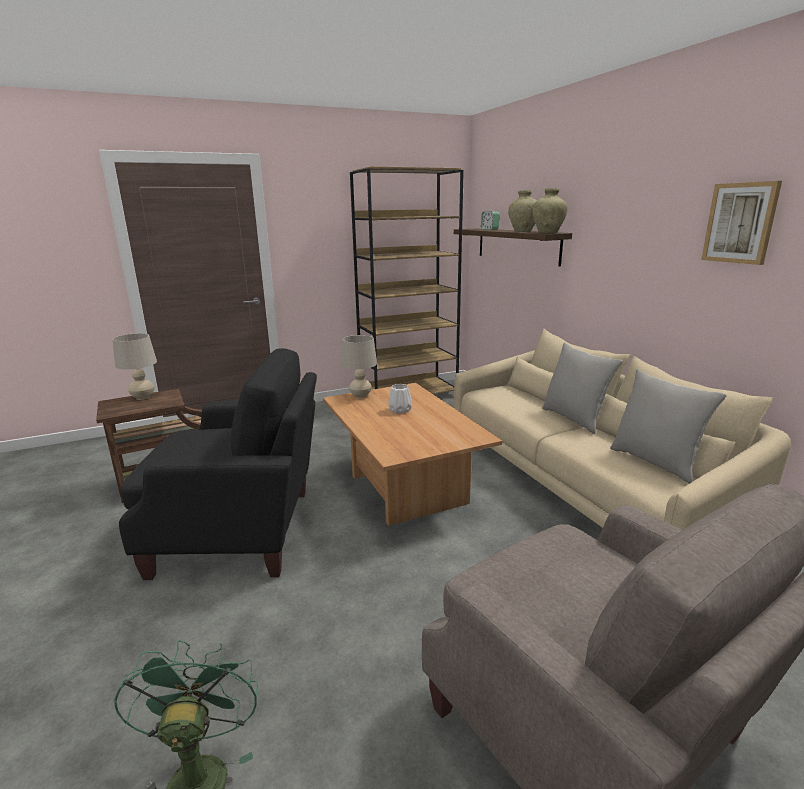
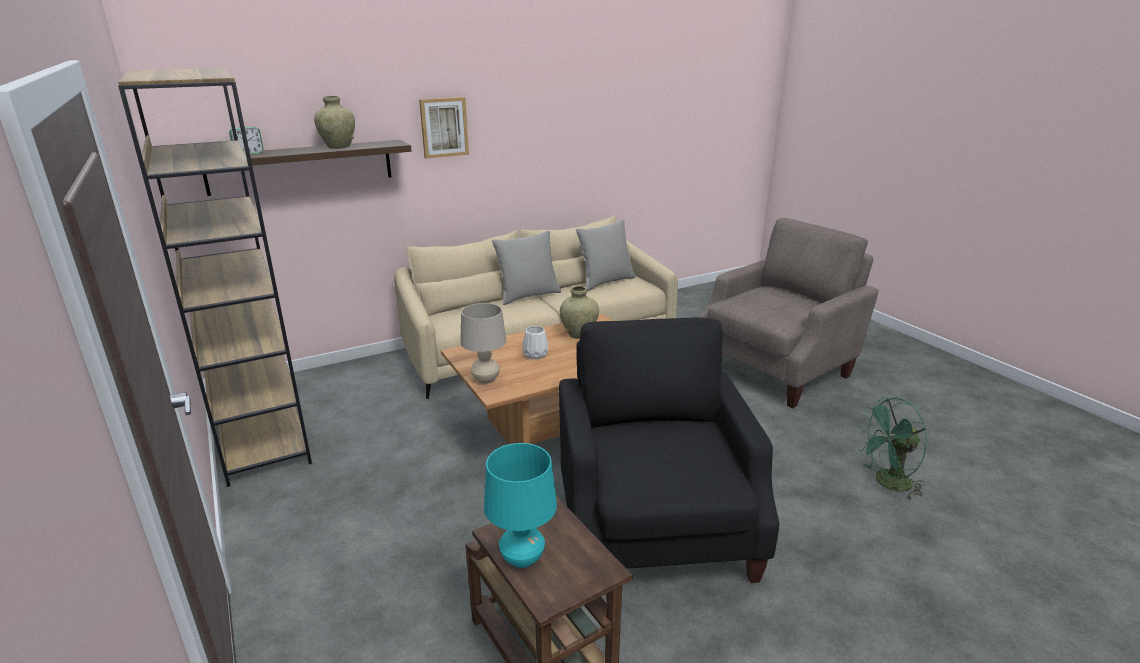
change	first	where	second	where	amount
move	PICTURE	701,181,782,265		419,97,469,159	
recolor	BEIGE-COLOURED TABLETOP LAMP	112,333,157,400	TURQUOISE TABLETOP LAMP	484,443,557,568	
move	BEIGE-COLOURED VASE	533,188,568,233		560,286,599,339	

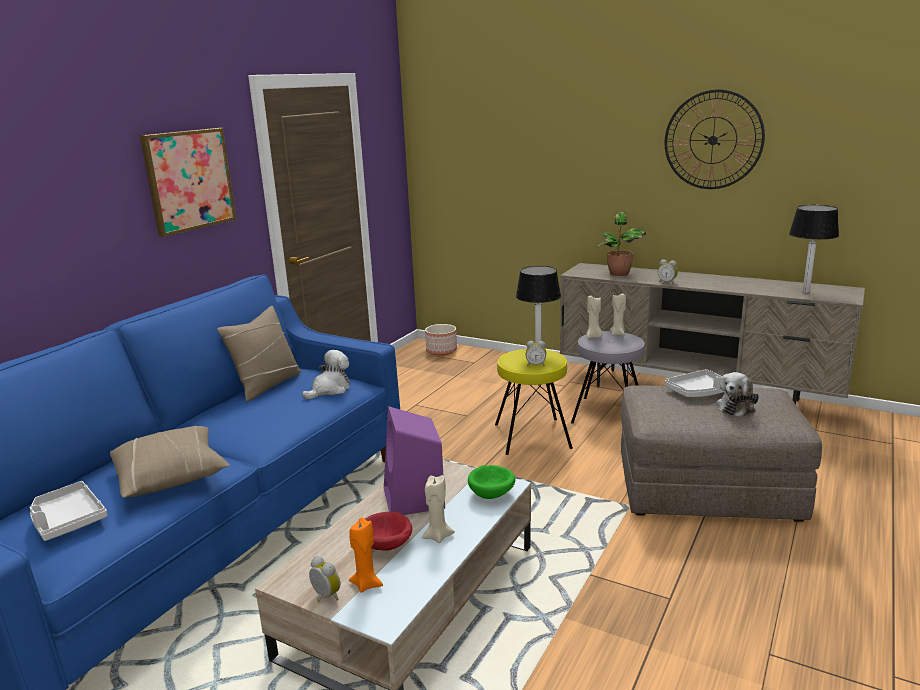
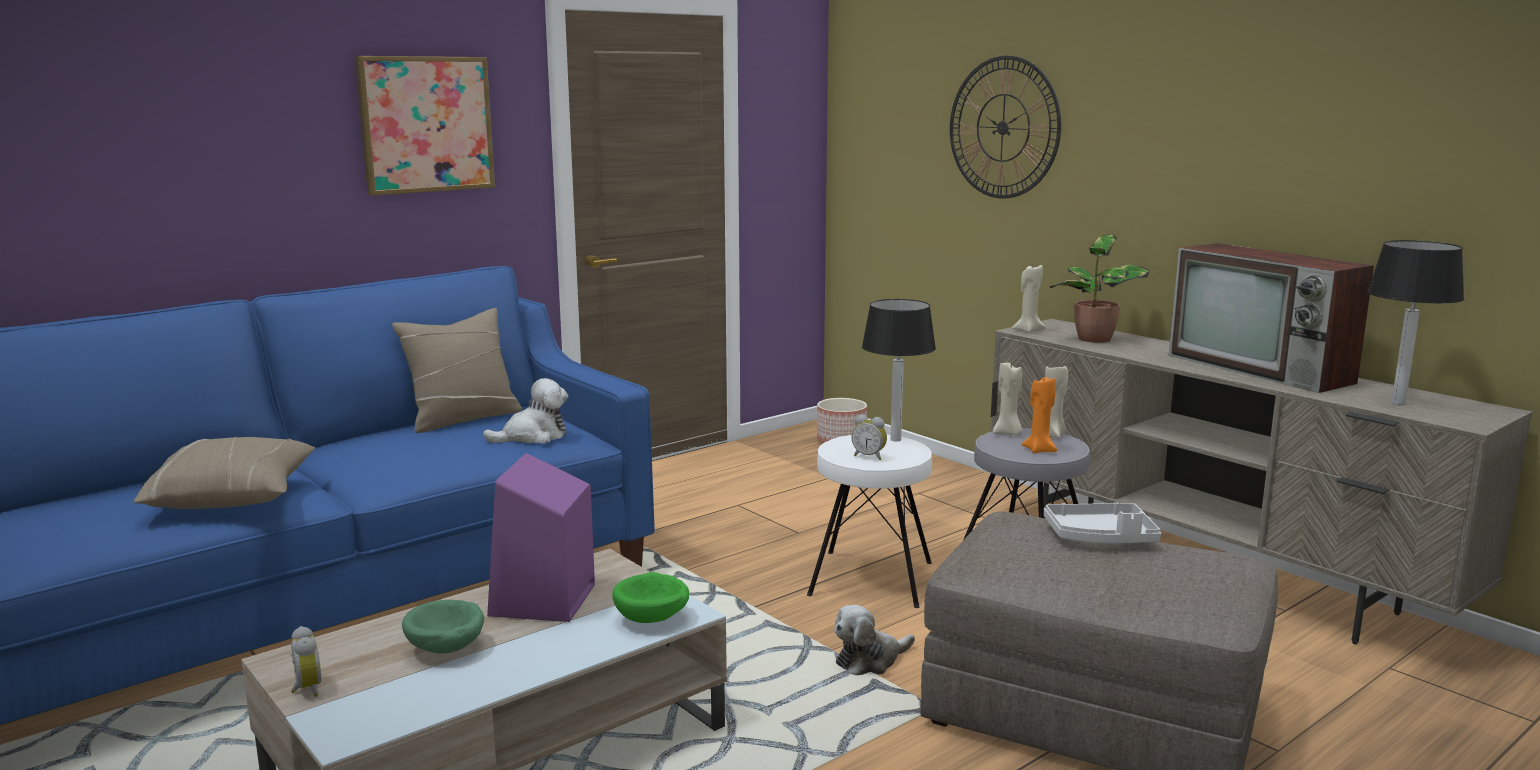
change	first	where	second	where	amount
recolor	RED SERVING BOWL	365,511,412,551	GREENISH SERVING BOWL	402,600,484,653	
recolor	YELLOW-COLOURED SITTING STOOL	495,349,573,455	WHITE-COLOURED SITTING STOOL	807,435,932,608	
move	SOFT TOY	716,372,759,417		834,605,915,675	
move	CLOCK ON THE WALL	665,89,765,189		950,56,1061,199	
move	BEIGE-COLOURED CANDLE	422,475,455,543		1012,263,1046,333	
move	ORANGE-COLOURED CANDLE	349,518,383,593		1021,377,1057,453	
insert			TV	1169,243,1374,393	
delete	GRAY TRAY	29,481,108,541			
delete	ALARM CLOCK	658,259,678,284			

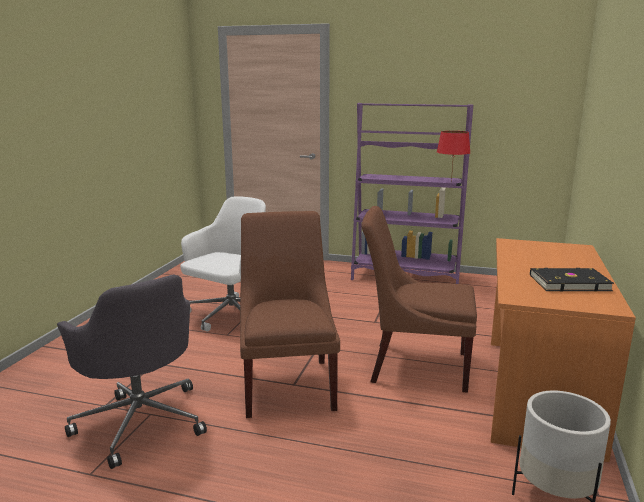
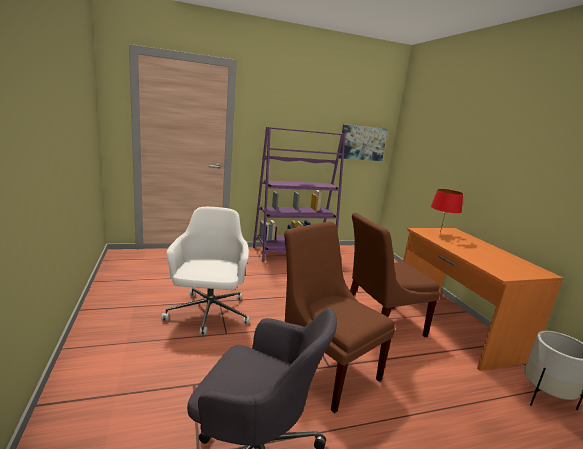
change	first	where	second	where	amount
insert			PICTURE	339,125,388,161	
move	RED TABLETOP LAMP	437,131,470,182		431,189,463,233	
delete	BLACK BOOK	530,268,614,292			

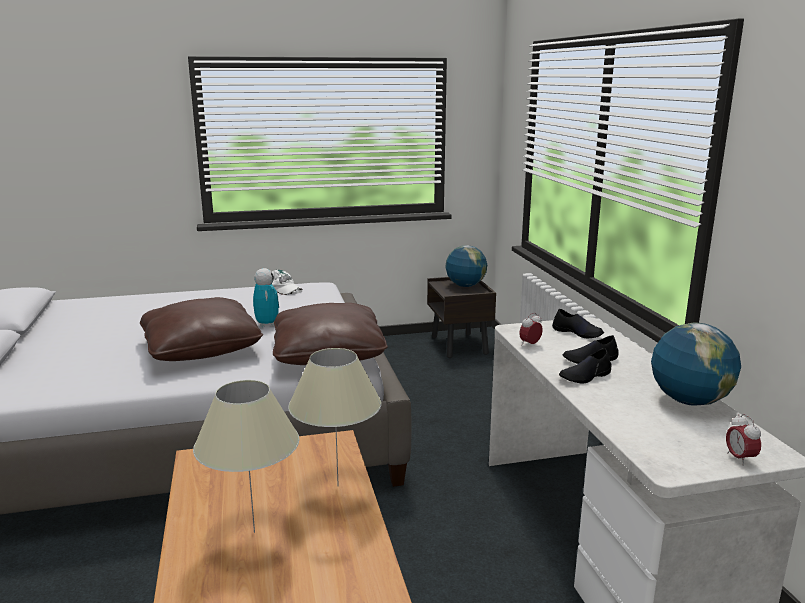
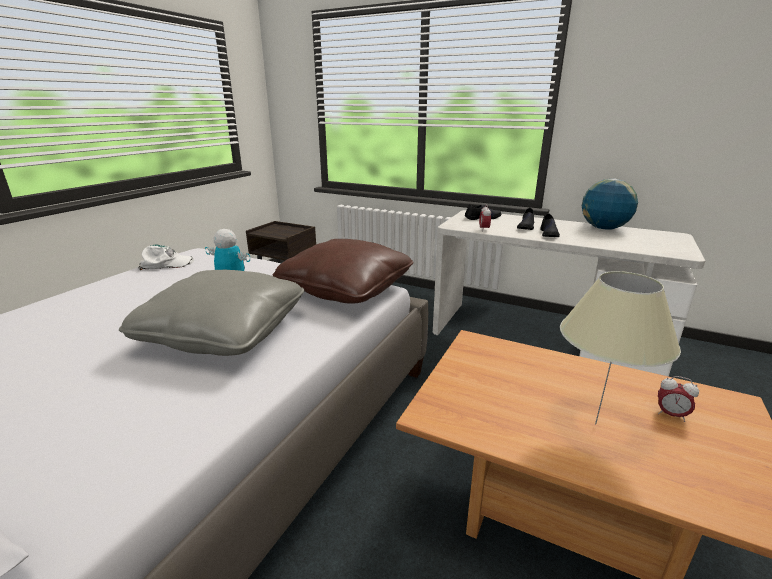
change	first	where	second	where	amount
recolor	BROWN-COLOURED PILLOW	140,297,263,361	GRAY PILLOW	119,270,305,356	
move	ALARM CLOCK	726,414,761,466		658,376,699,422	
delete	BEIGE-COLOURED TABLETOP LAMP	288,348,382,486			
delete	GLOBE	445,245,487,287			

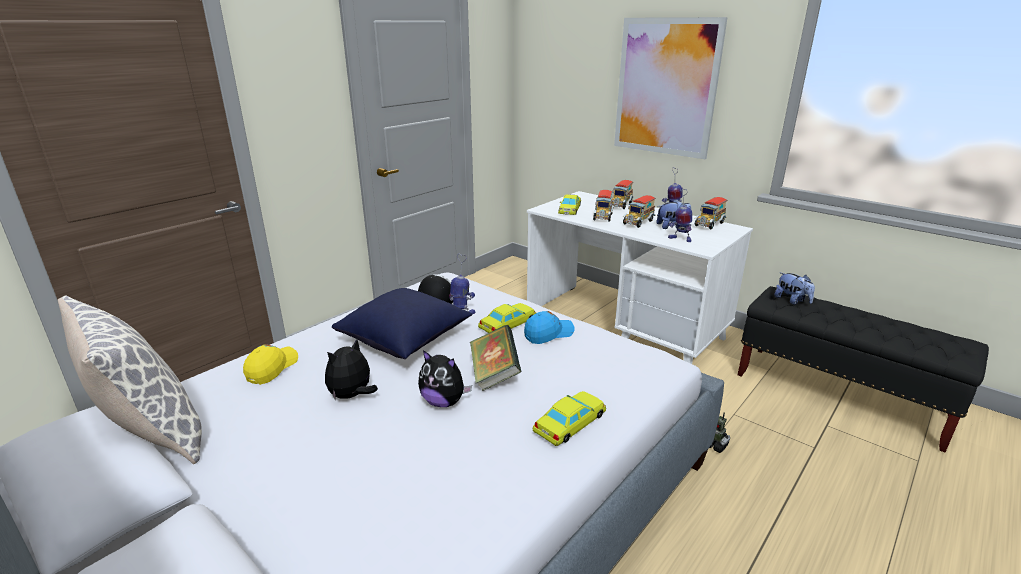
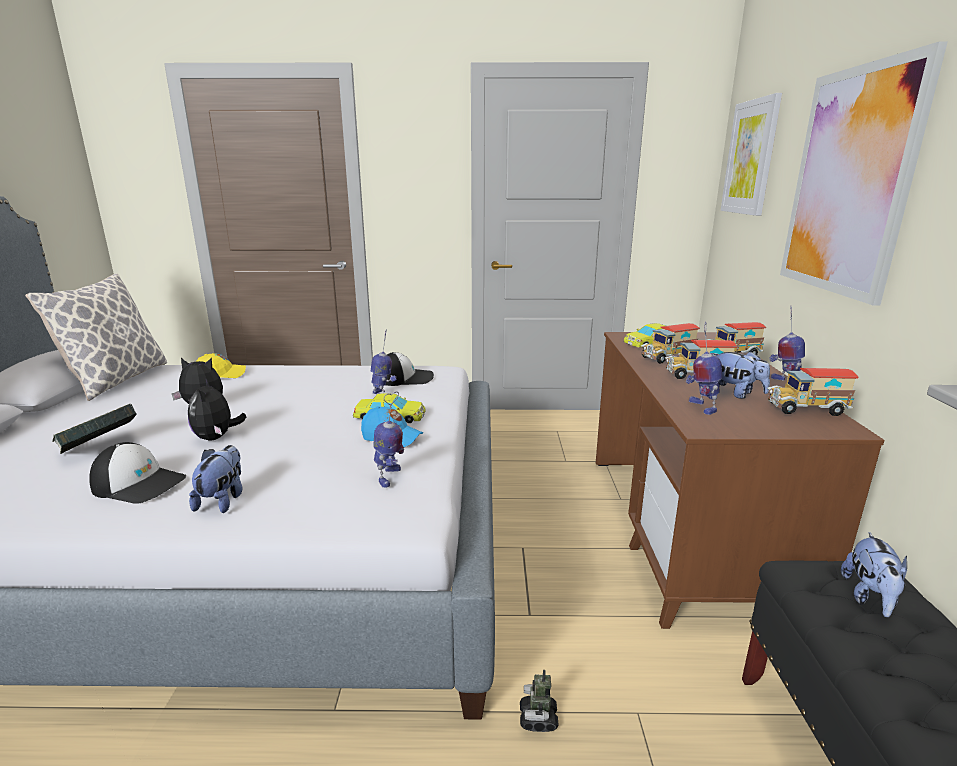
change	first	where	second	where	amount
move	BOOK	470,325,521,391		53,404,137,454	
insert			BASEBALL CAP	89,442,186,504	
replace	YELLOW-COLOURED TOY CAR	533,391,606,446	SOFT TOY	189,445,242,513	
insert			TOY ROBOT	373,391,404,488	
recolor	WHITE-COLOURED DESK TABLE	527,191,753,364	BROWN-COLOURED DESK TABLE	596,332,885,629	
insert			PICTURE	721,93,782,216	
delete	BLUISH PILLOW	332,288,473,359			

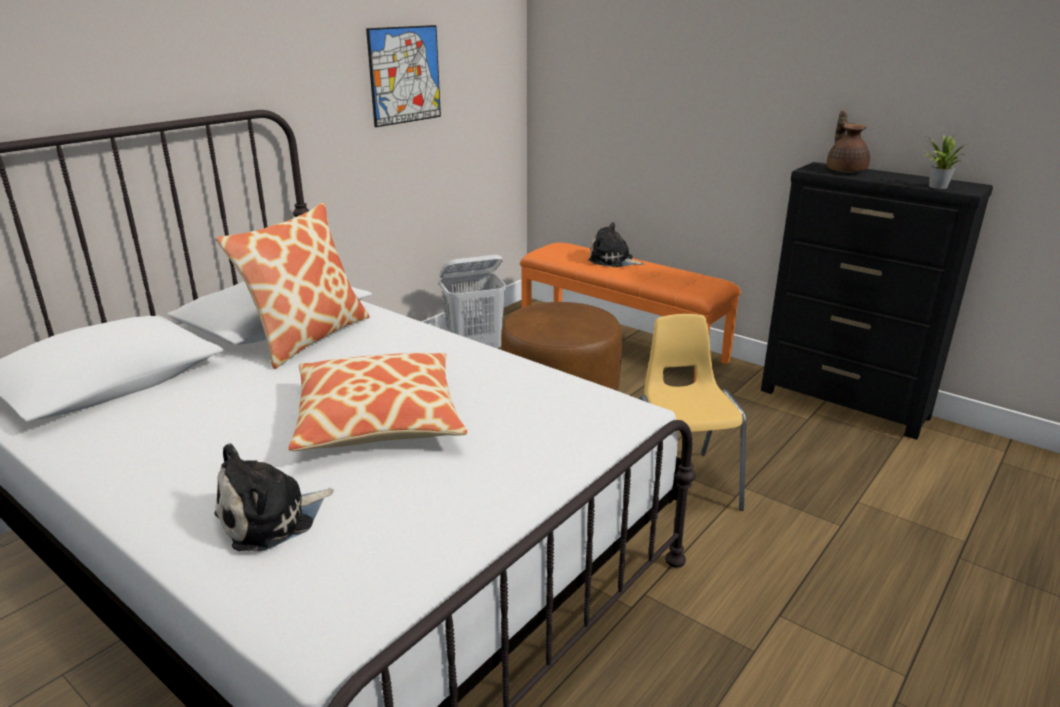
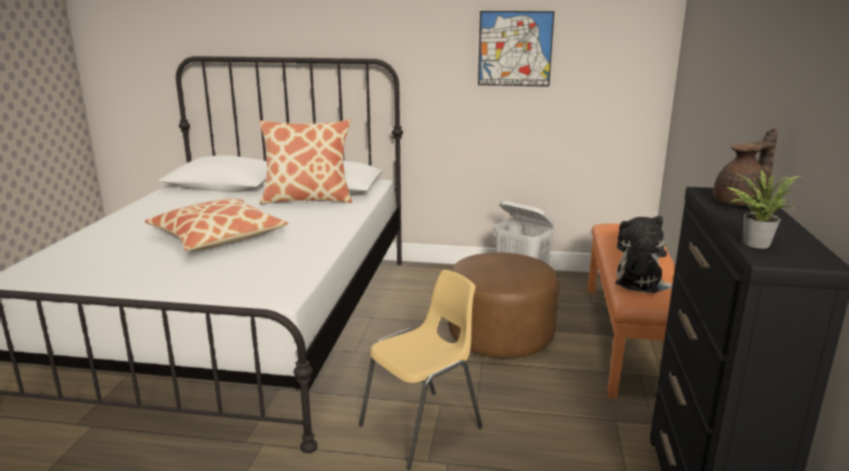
change	first	where	second	where	amount
move	SOFT TOY	214,443,334,552		615,238,673,293	

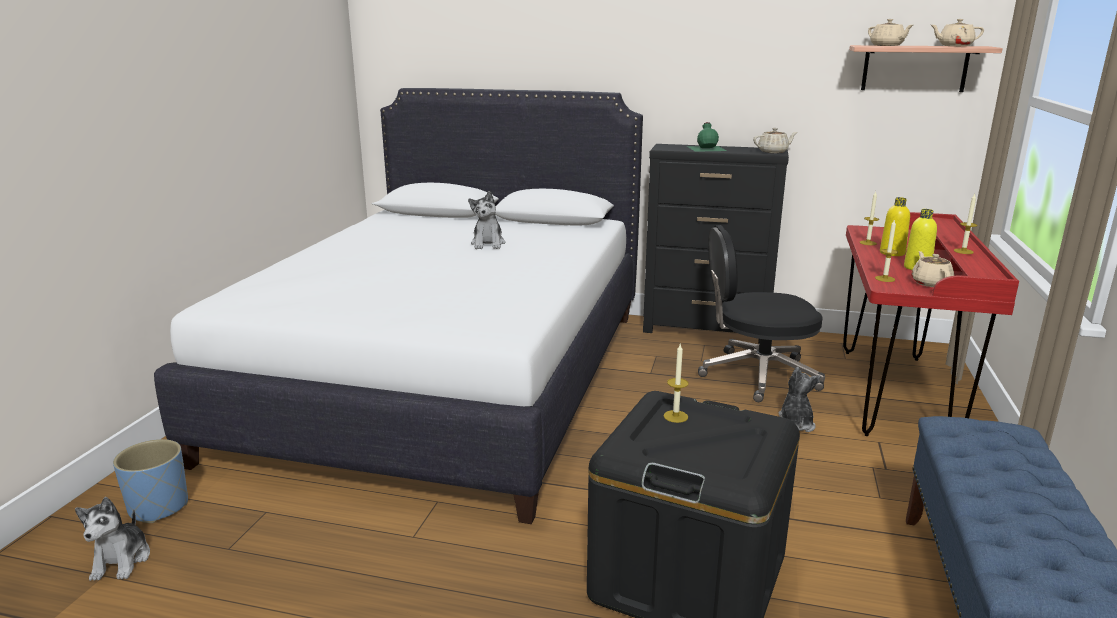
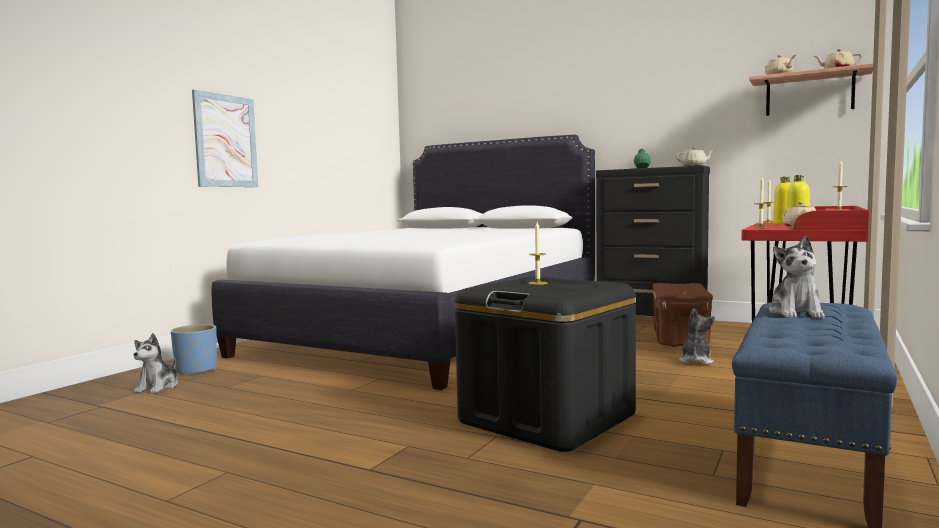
change	first	where	second	where	amount
insert			PICTURE	192,90,258,187	
replace	BLACK OFFICE CHAIR	698,225,825,402	BROWN-COLOURED STORAGE BIN	652,283,713,347	
move	SOFT TOY	468,191,505,249		769,236,825,318	

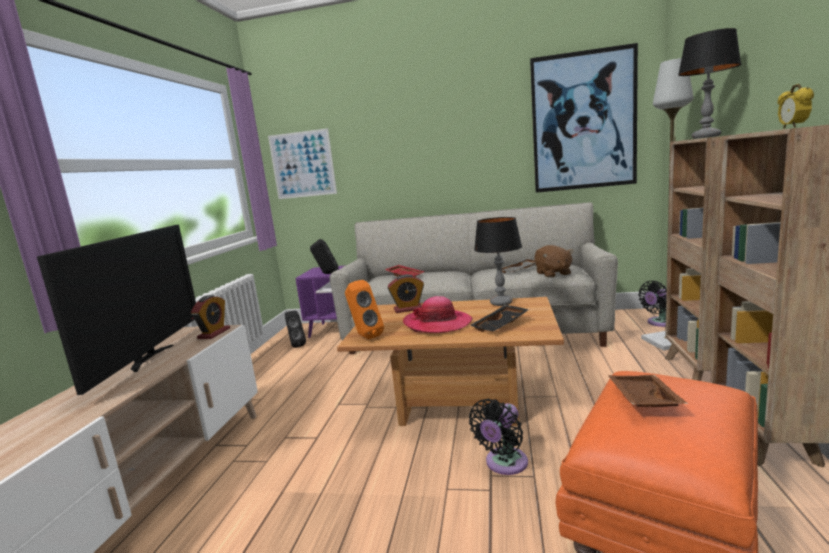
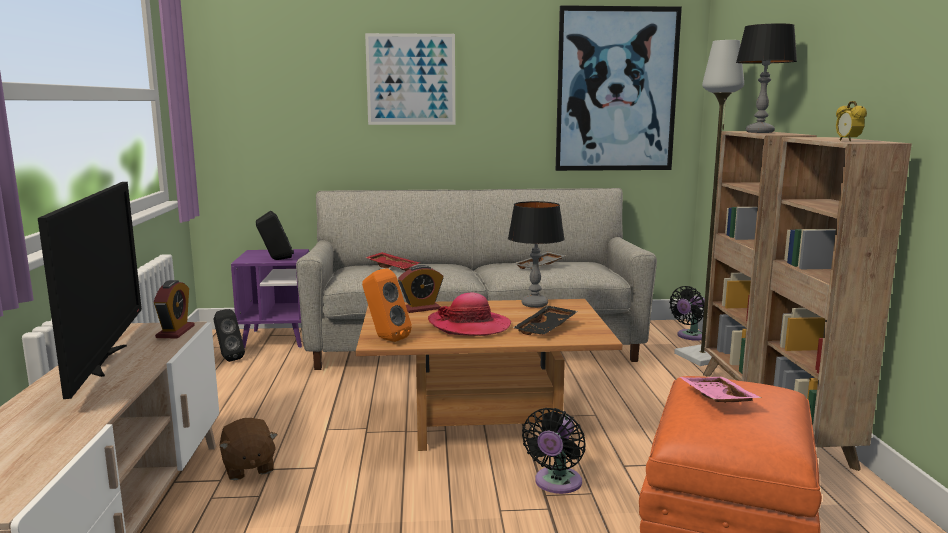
change	first	where	second	where	amount
move	BROWN-COLOURED SOFT TOY	534,245,573,278		219,418,278,480	
move	PICTURE	268,128,337,199		365,33,455,125	
recolor	BROWN-COLOURED TRAY	608,375,688,407	PINKISH TRAY	680,377,761,403	

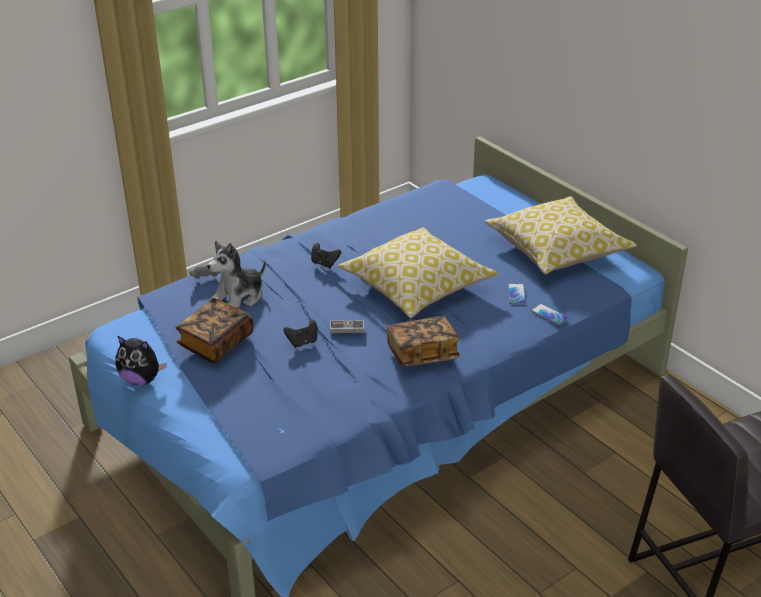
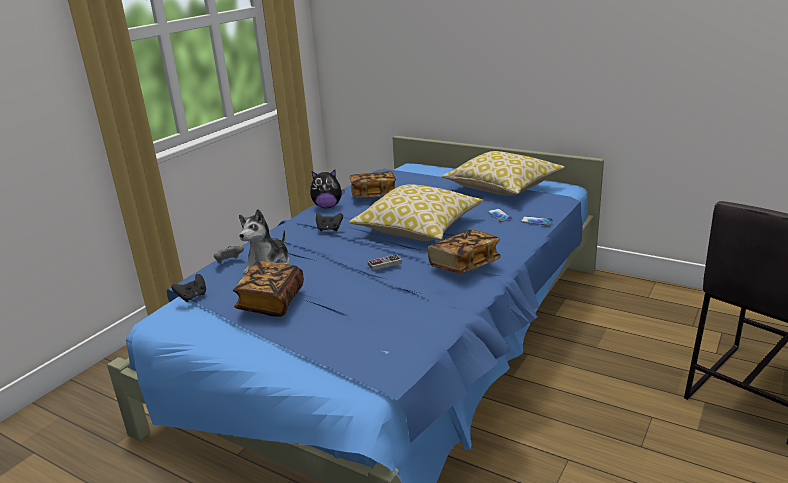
change	first	where	second	where	amount
move	BLACK GAME CONTROLLER	284,319,317,348		171,274,206,302	
move	SOFT TOY	116,335,167,385		310,170,345,208	
insert			BOOK	350,171,396,198	

